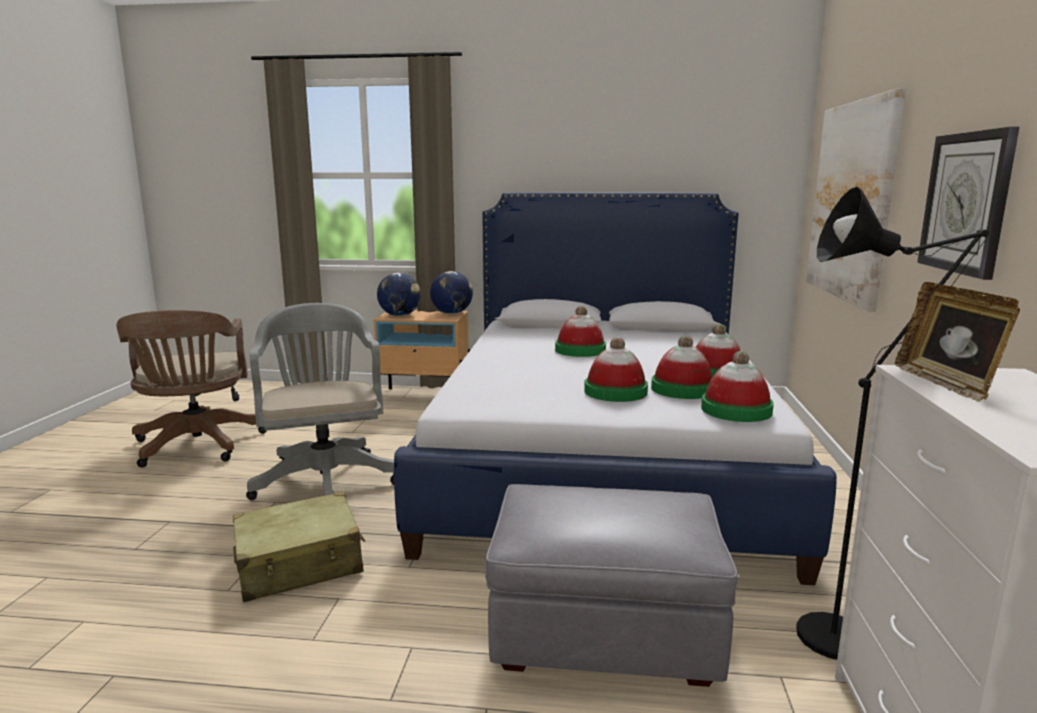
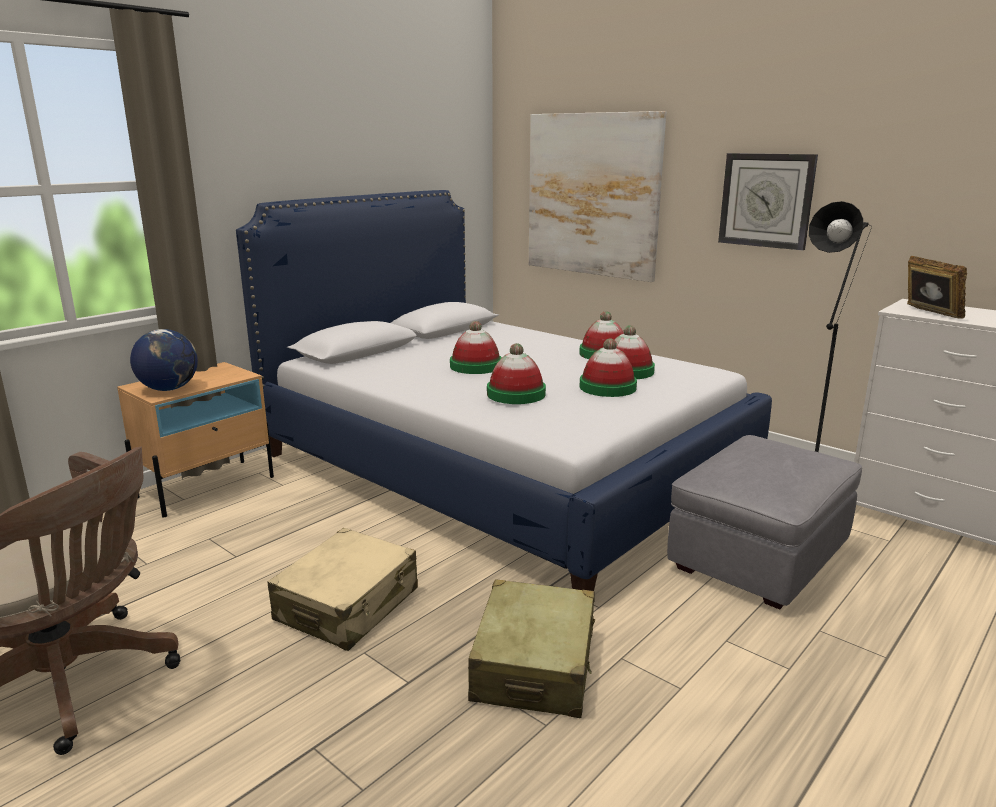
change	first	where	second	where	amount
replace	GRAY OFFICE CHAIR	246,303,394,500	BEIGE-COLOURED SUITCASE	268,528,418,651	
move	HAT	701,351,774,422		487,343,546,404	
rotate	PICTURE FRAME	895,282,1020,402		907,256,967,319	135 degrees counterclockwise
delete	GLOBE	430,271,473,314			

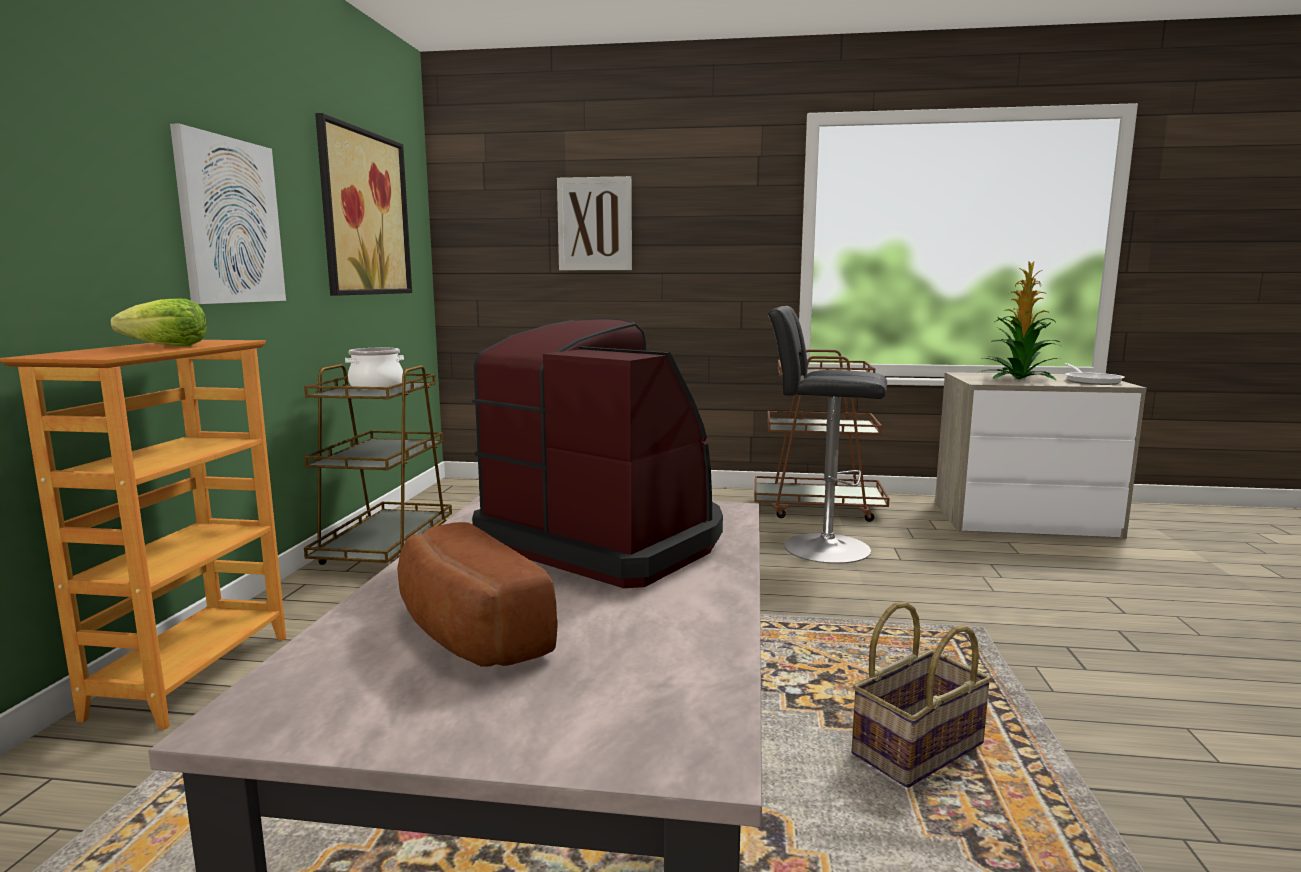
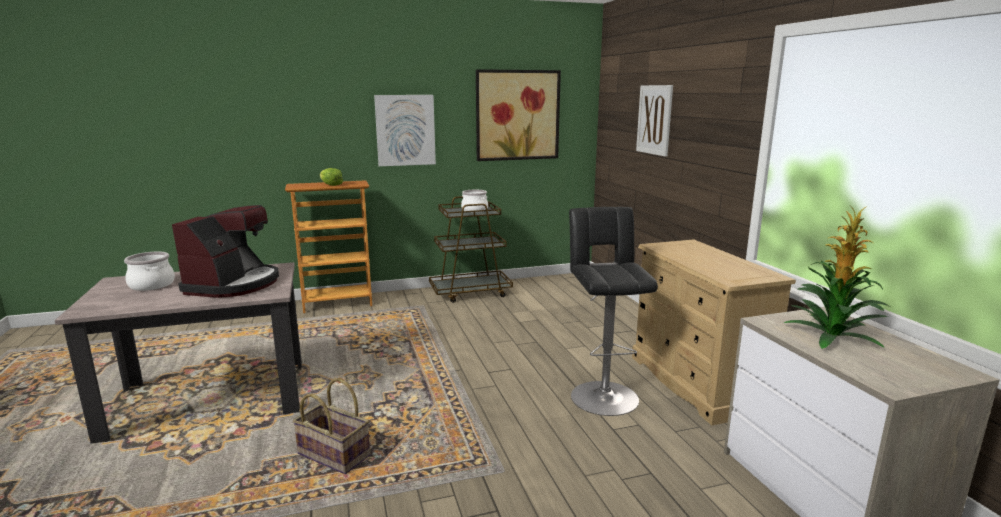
change	first	where	second	where	amount
replace	BAKERY BREAD	397,522,558,667	COOKING POT	124,252,175,291	
replace	BROWN-COLOURED WHEELED CART	755,349,890,522	BEIGE-COLOURED DRAWER CHEST	632,239,796,425	
delete	PAN	1064,363,1125,385			

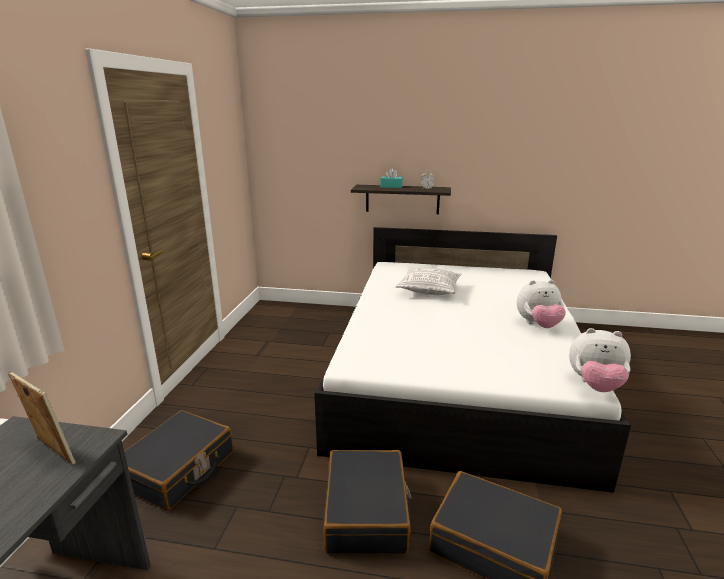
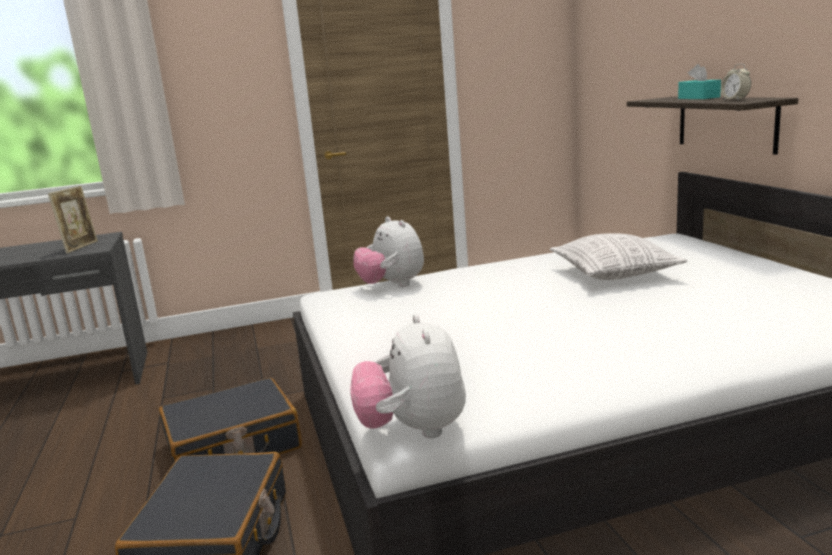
change	first	where	second	where	amount
move	SOFT TOY	517,280,566,328		353,216,424,287	
delete	BLACK SUITCASE	124,410,233,511			

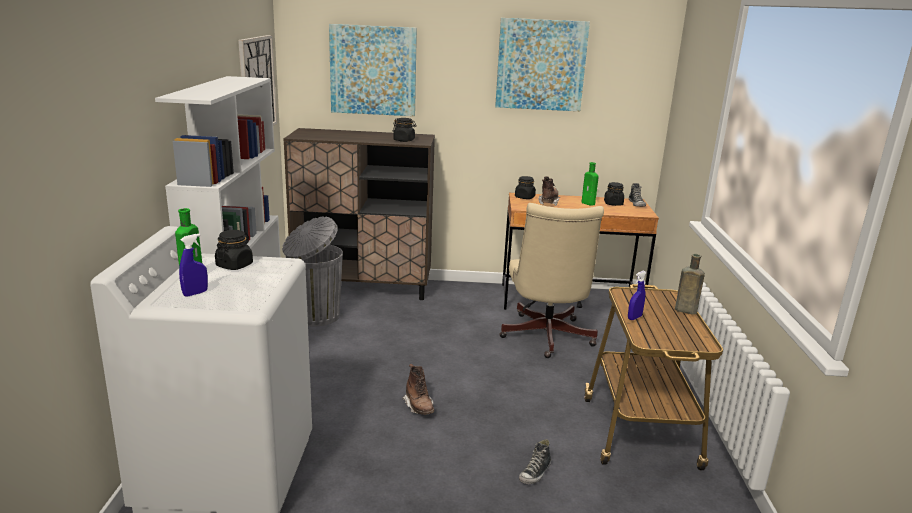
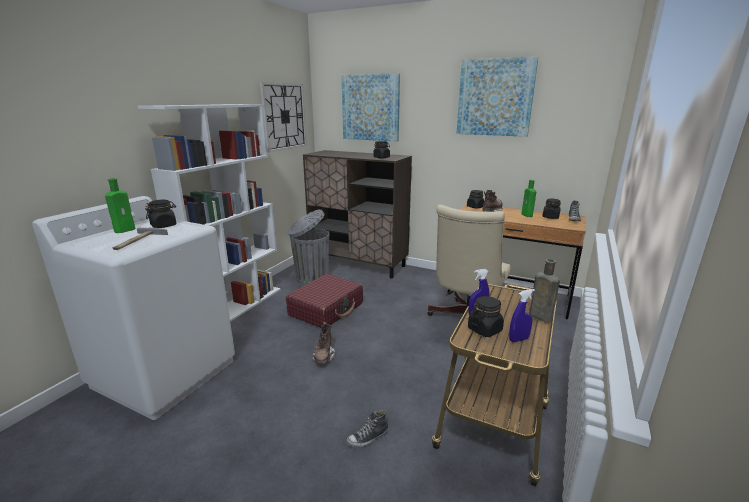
change	first	where	second	where	amount
insert			HAMMER	113,228,168,250	
insert			RED SUITCASE	286,274,363,328	
insert			BLACK STORAGE JAR	468,296,504,337	
move	BLUISH SPRAYER	179,234,208,297		509,289,535,342	

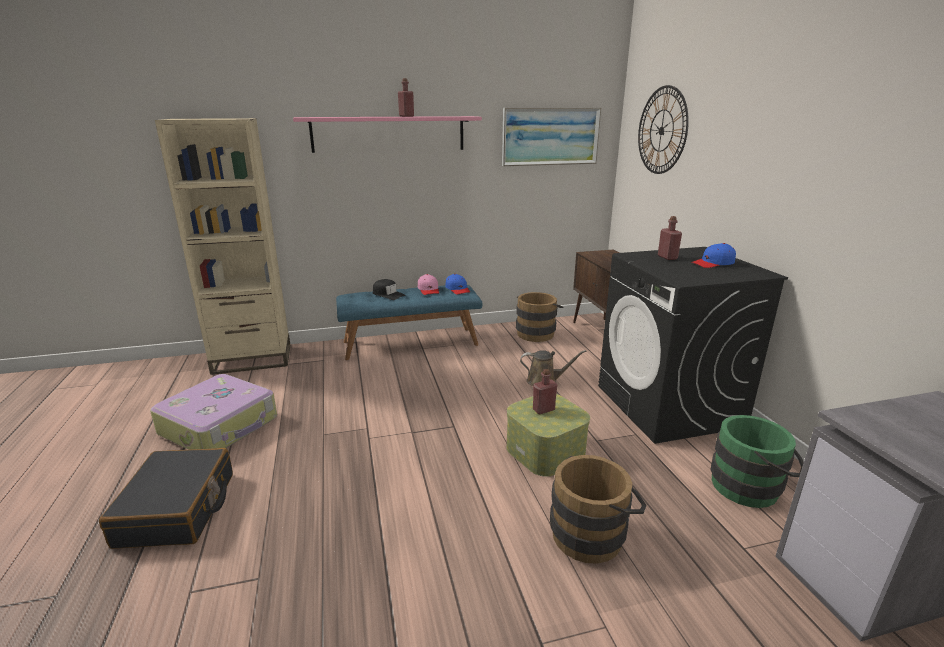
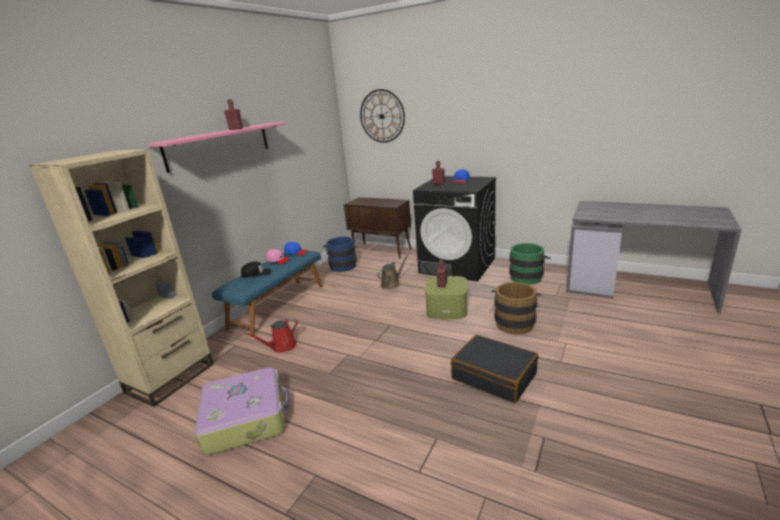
change	first	where	second	where	amount
insert			RED SPRINKLING CAN	245,318,298,353	
recolor	BROWN-COLOURED BUCKET	516,292,563,342	BLUISH BUCKET	323,237,357,272	
move	BLACK SUITCASE	99,448,233,549		451,335,538,403	
delete	PICTURE	502,108,601,166			

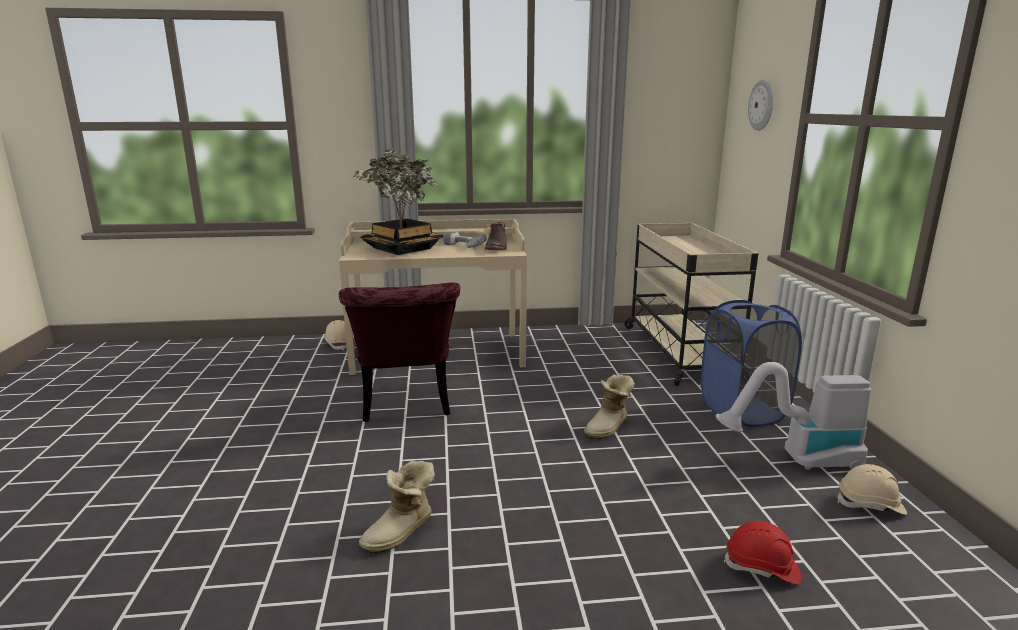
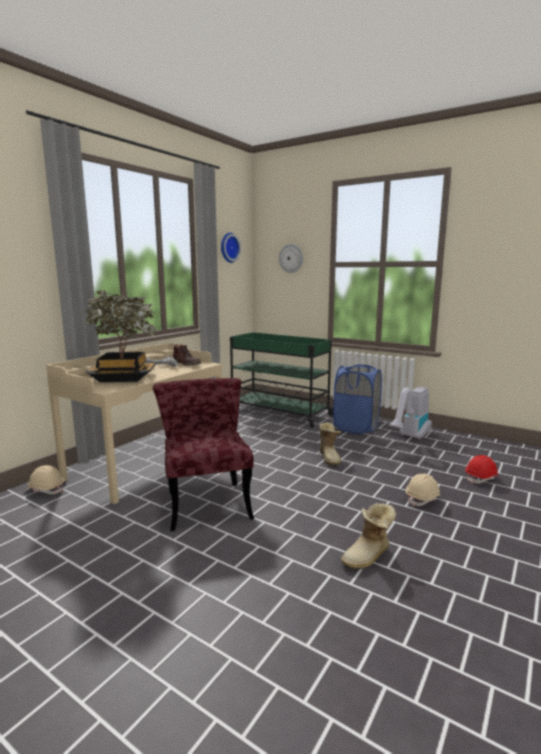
change	first	where	second	where	amount
rotate	RED PLAIN CHAIR	339,283,460,422		153,378,254,531	135 degrees counterclockwise
insert			CLOCK ON THE WALL	221,233,241,263	
recolor	BEIGE-COLOURED WHEELED CART	624,223,758,386	GREENISH WHEELED CART	229,332,333,428	
rotate	TALL BOOT	359,460,435,554		341,503,396,570	60 degrees clockwise
move	BEIGE-COLOURED SAFETY HELMET	837,464,907,515		406,473,441,507	

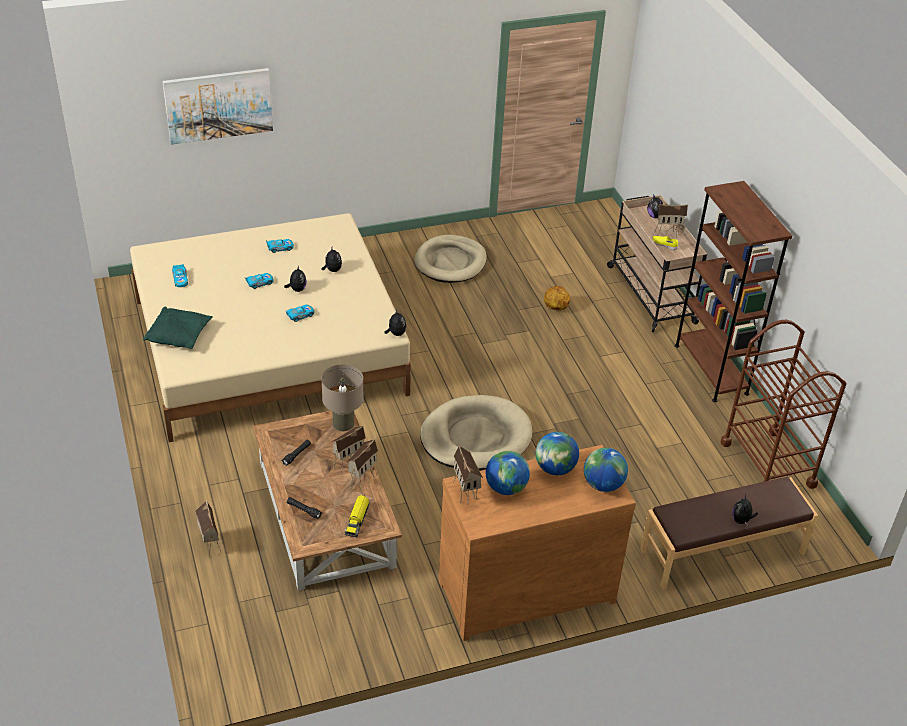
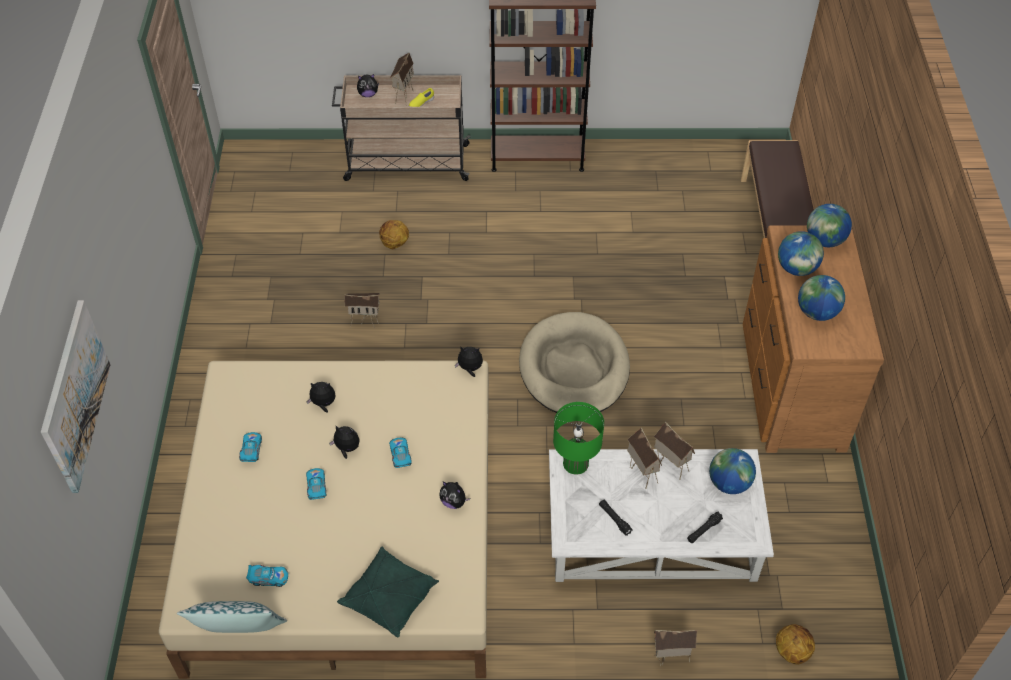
change	first	where	second	where	amount
insert			PILLOW	177,601,287,633	
move	MINIATURE HOUSE	452,446,483,505		344,293,380,328	
move	SOFT TOY	732,494,758,526		439,481,470,509	
recolor	BROWN-COLOURED COFFEE TABLE	253,411,402,591	WHITE-COLOURED COFFEE TABLE	549,449,774,582	
recolor	BEIGE-COLOURED TABLETOP LAMP	321,364,364,431	GREENISH TABLETOP LAMP	553,402,604,475	
replace	TOY LORRY	344,495,369,537	GLOBE	709,448,756,494	
insert			BALL FOR BASKETBALL	776,624,815,665	
delete	BEIGE-COLOURED PET BED	414,235,487,283			
delete	BROWN-COLOURED WHEELED CART	721,320,846,489			

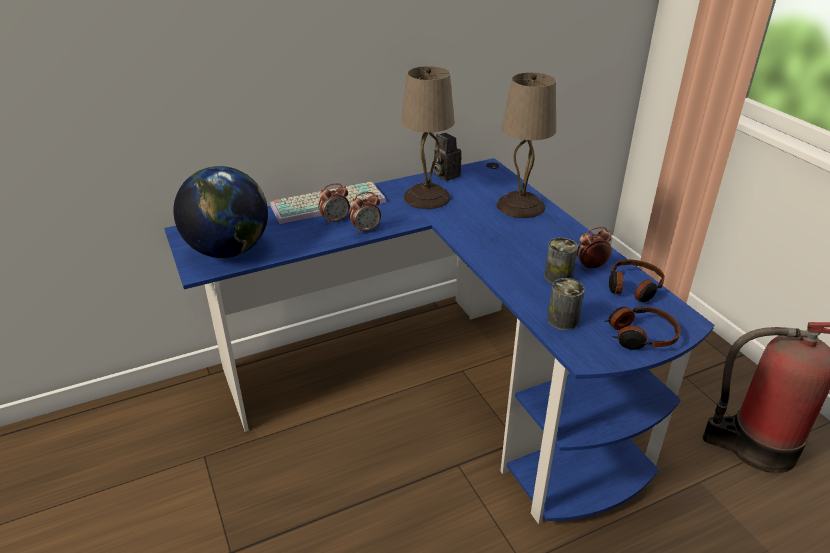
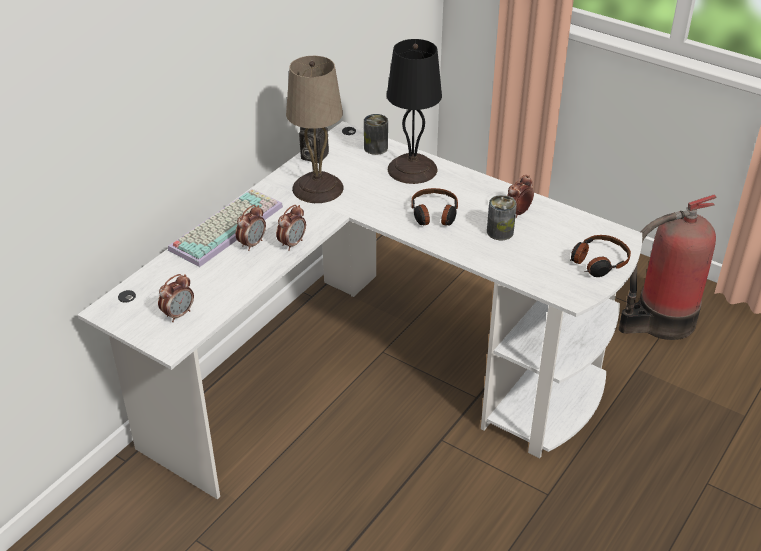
change	first	where	second	where	amount
recolor	BLUISH DESK TABLE	164,158,714,524	WHITE-COLOURED DESK TABLE	77,121,642,500	
replace	GLOBE	173,166,268,258	ALARM CLOCK	158,274,194,322	
move	METAL CAN	547,278,584,330		364,114,388,155	
recolor	BEIGE-COLOURED TABLETOP LAMP	497,72,556,218	BLACK TABLETOP LAMP	387,39,442,184	
move	HEADPHONES	609,259,665,302		411,188,458,226	

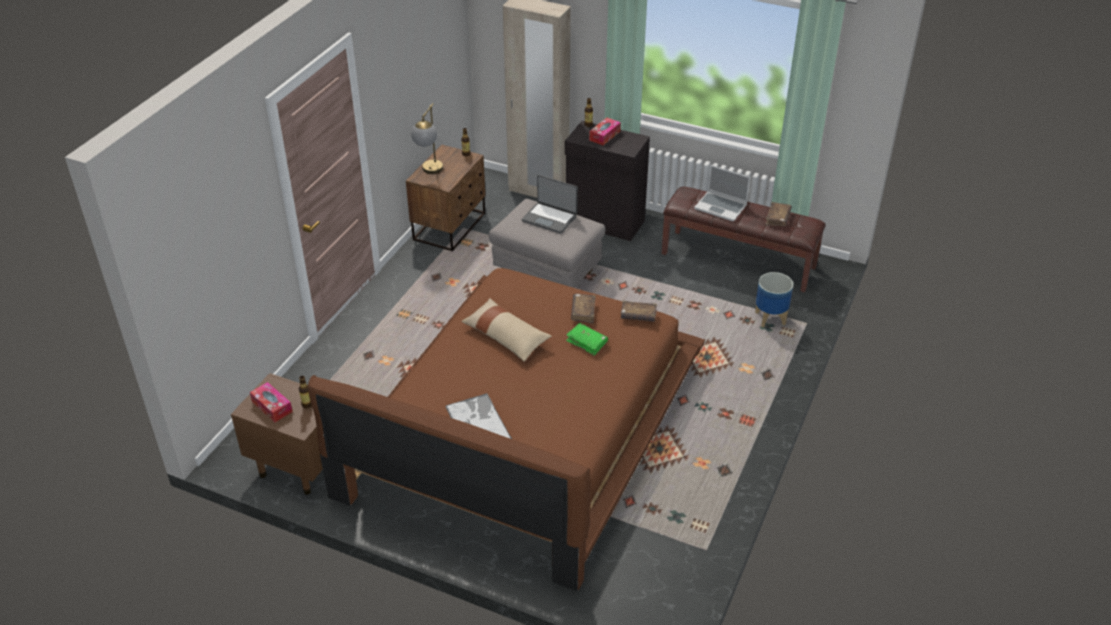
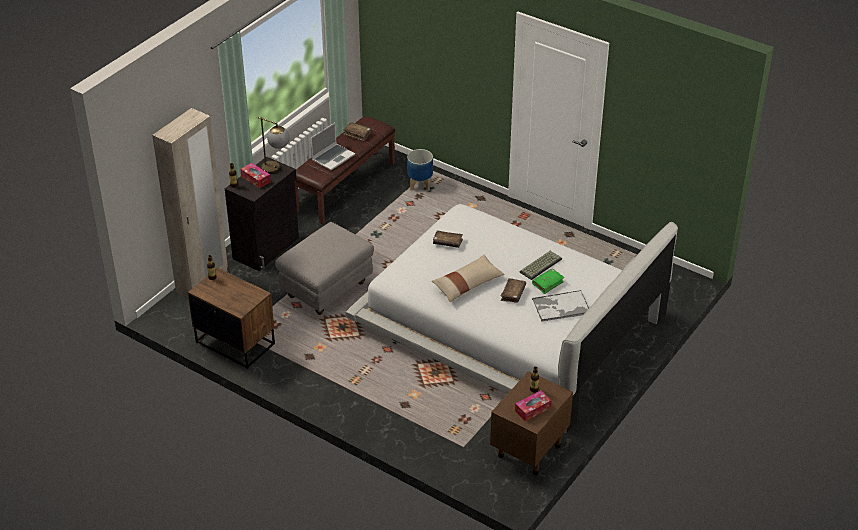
change	first	where	second	where	amount
move	TABLETOP LAMP	411,103,443,174		256,117,290,174	
recolor	BROWN-COLOURED BEDROOM BED	308,268,705,591	WHITE-COLOURED BEDROOM BED	345,204,678,433	
move	BROWN-COLOURED BOOK	621,301,657,322		501,278,526,303	
insert			COMPUTER KEYBOARD	520,251,562,280	
move	GREENISH BOOK	566,323,608,356		532,268,565,294	
delete	PORTABLE COMPUTER	522,175,578,234			

